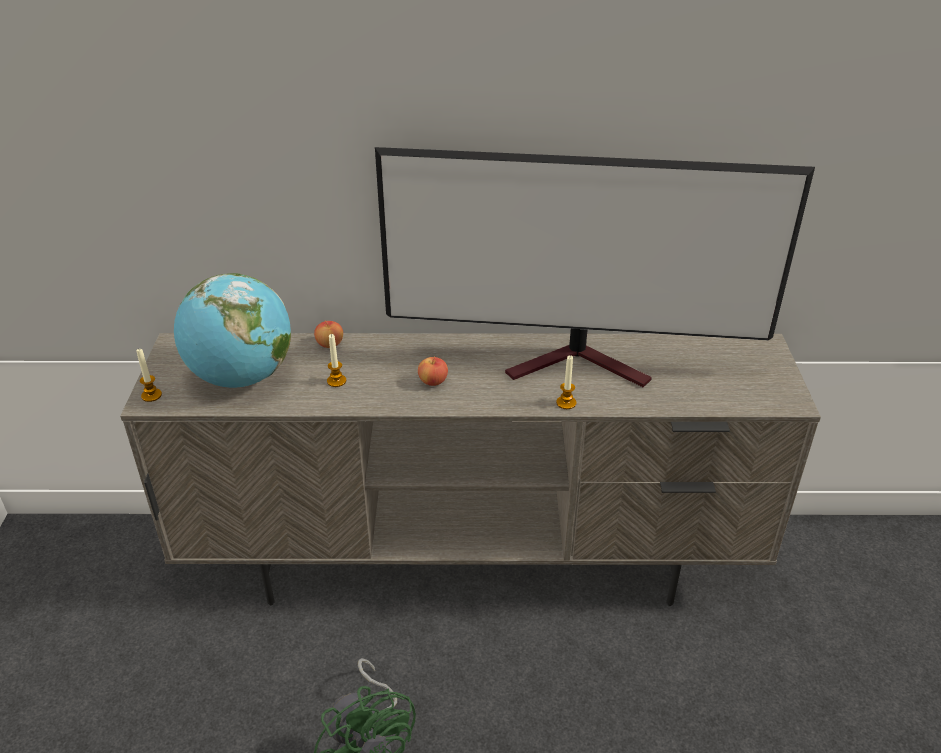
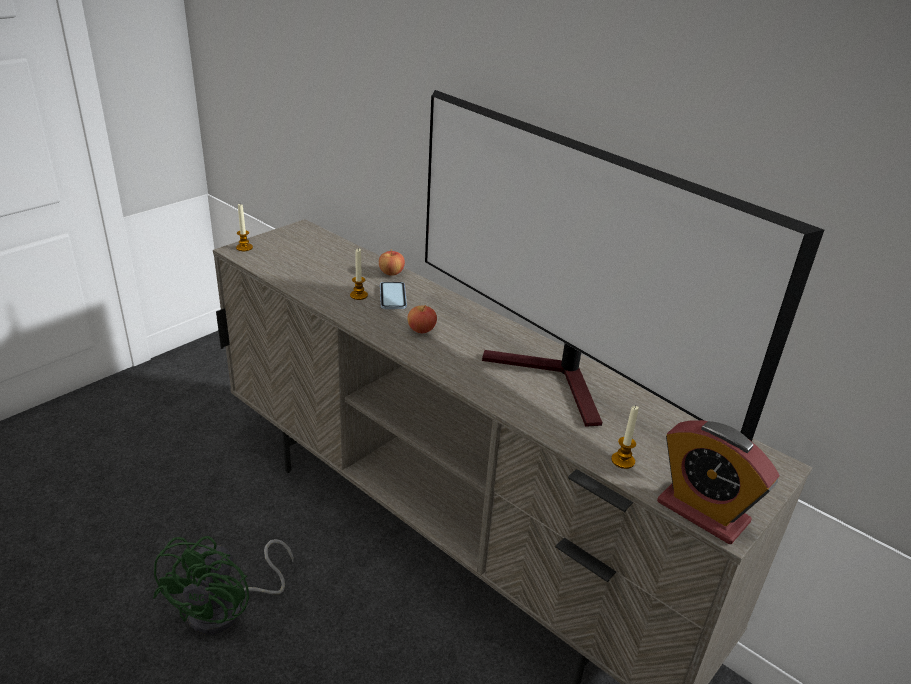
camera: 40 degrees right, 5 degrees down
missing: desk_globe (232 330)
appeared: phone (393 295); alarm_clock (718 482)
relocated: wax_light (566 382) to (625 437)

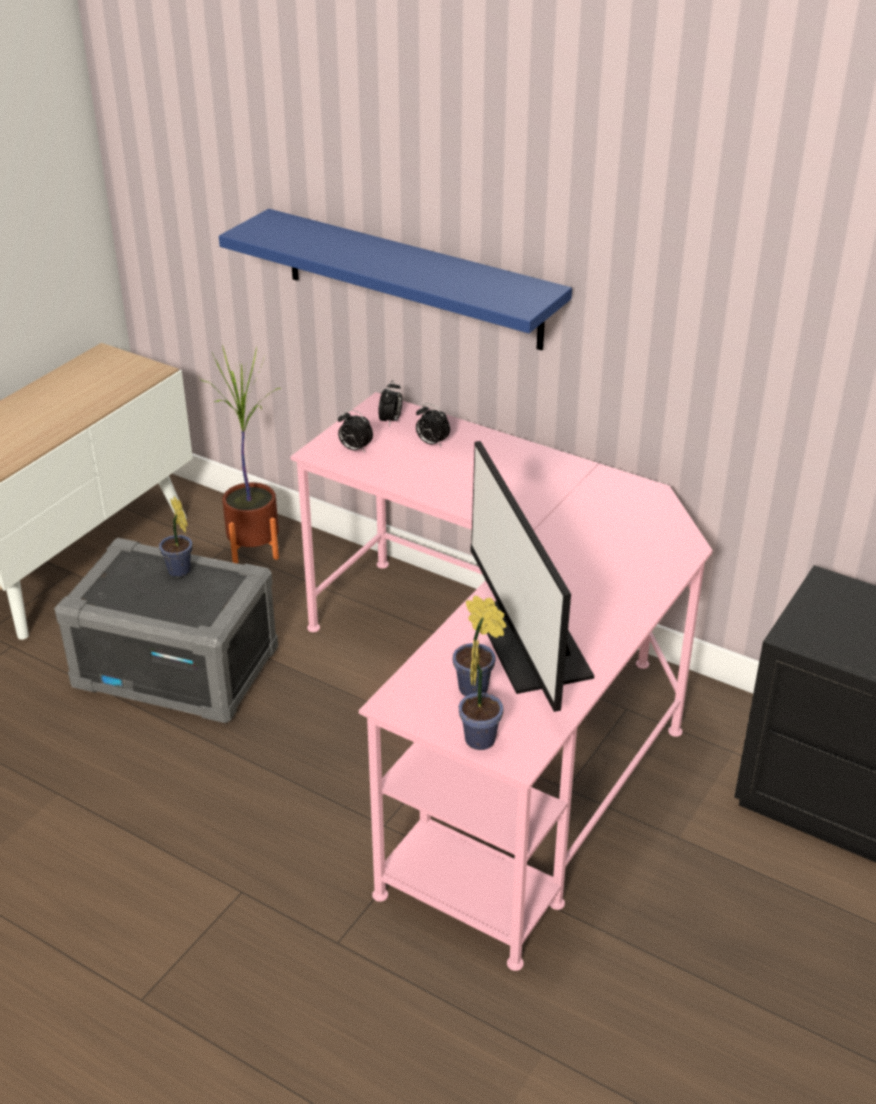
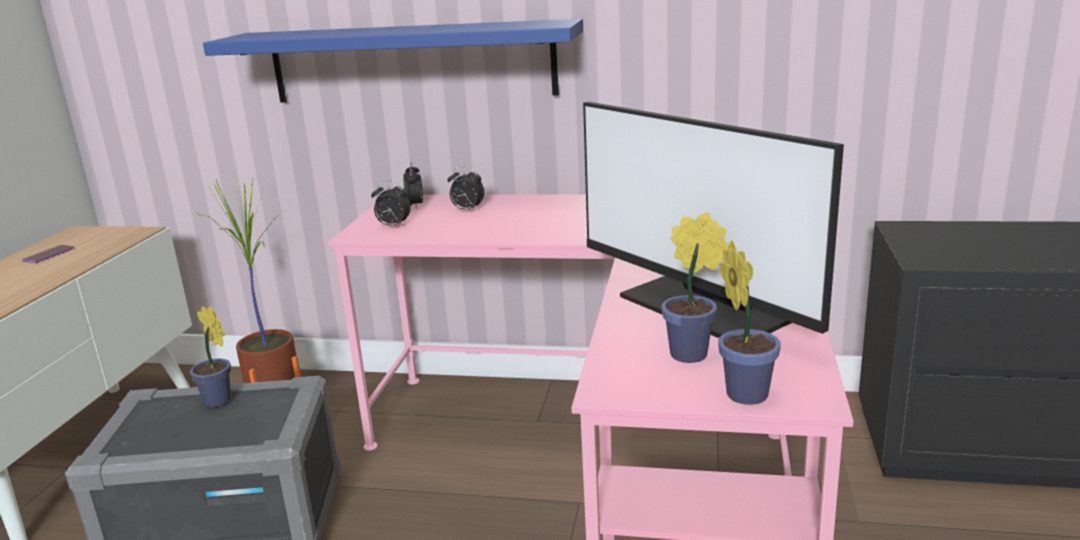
camera: 20 degrees left, 15 degrees down
appeared: phone (48 254)

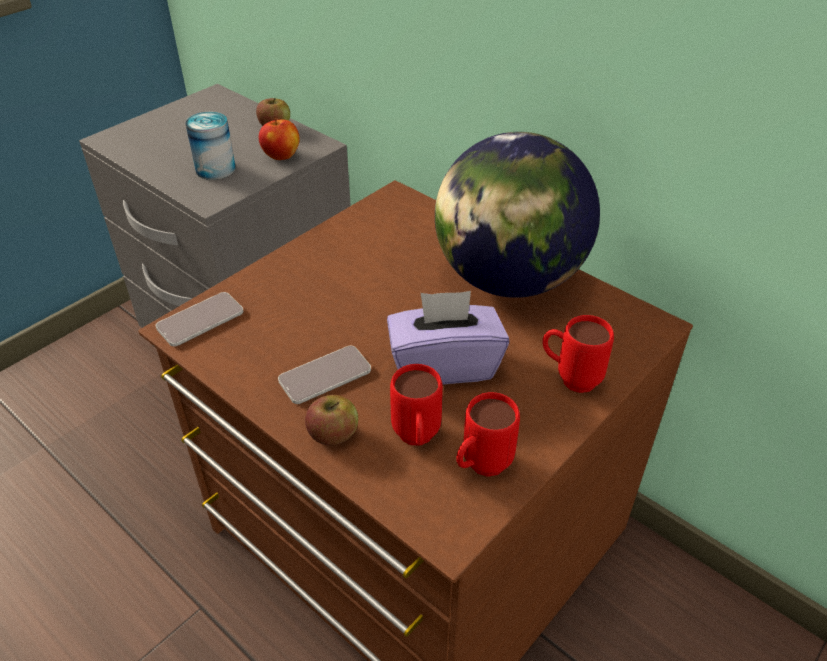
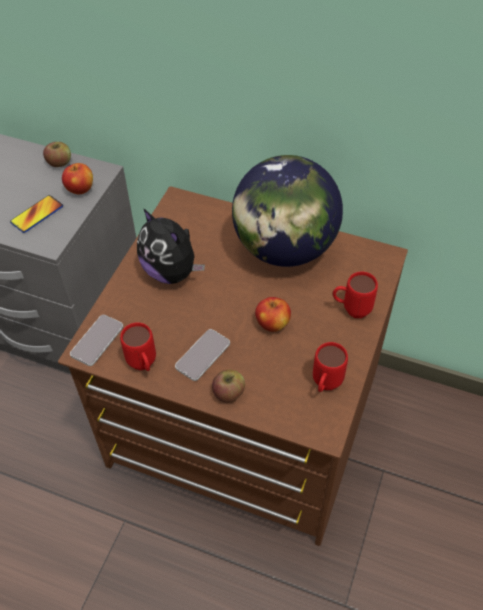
camera: 20 degrees left, 10 degrees up
appeared: soft_toy (171 246)
relocated: red_tea_mug (416 405) to (138 346)
exchanged: metal_can (210 146) to phone (36 214); purple-coloured_tissue_holder (448 338) to apple_fruit (273 314)

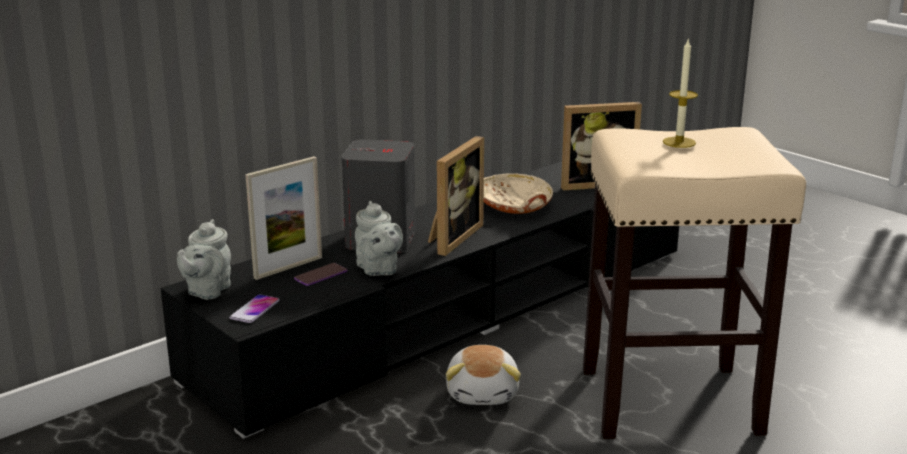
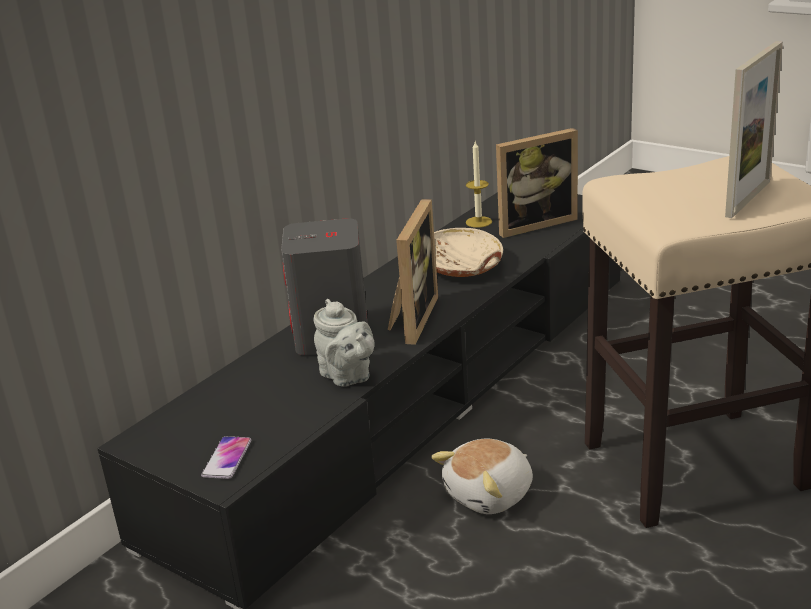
camera: 10 degrees left, 5 degrees up
missing: gray_teapot (204 259); phone (320 274)
relocated: photo_frame (283 218) to (754 129); wax_light (680 94) to (479 185)
spun: soft_toy (483 375) = (482 476) 60 degrees clockwise

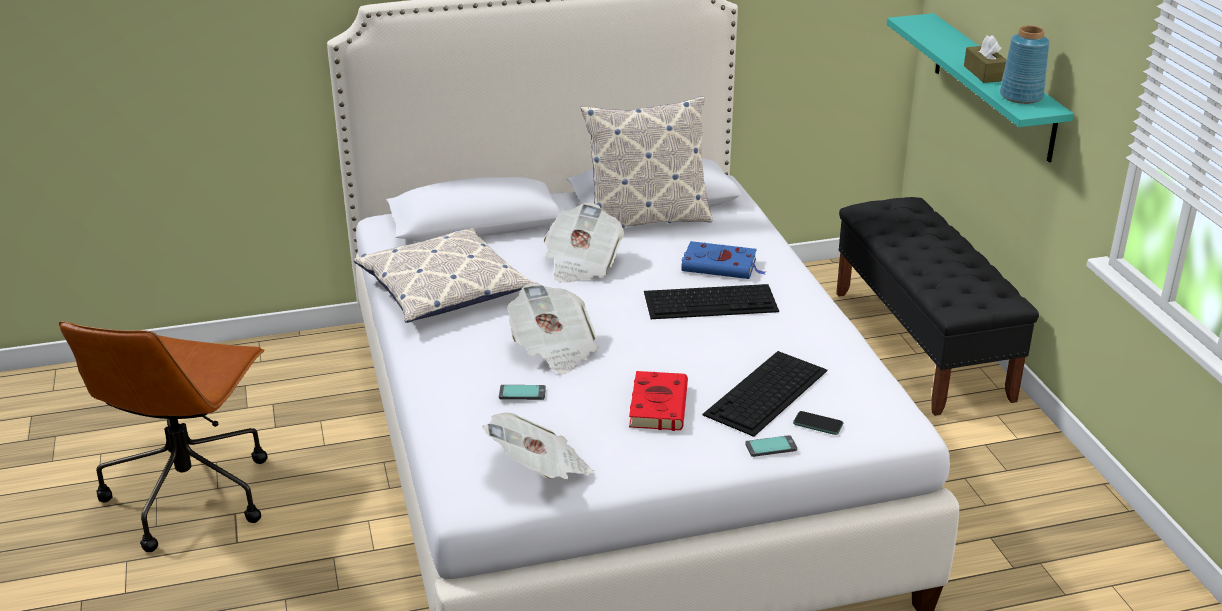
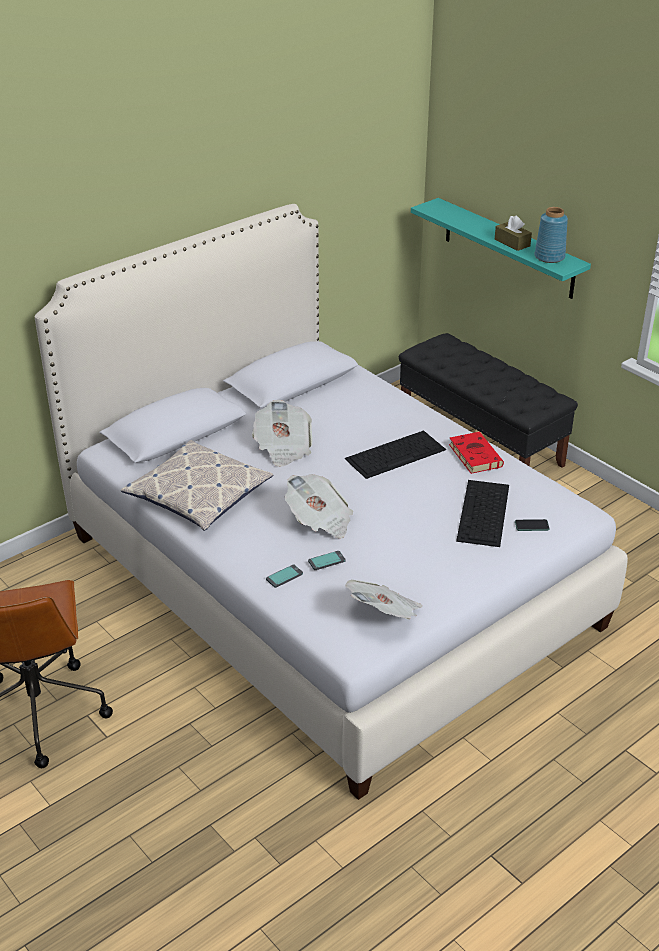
camera: 25 degrees left, 5 degrees up
missing: cushion (646 162); blue-coloured_book (723 260)
relocated: red_book (658 401) to (476 453); phone (771 446) to (284 576)

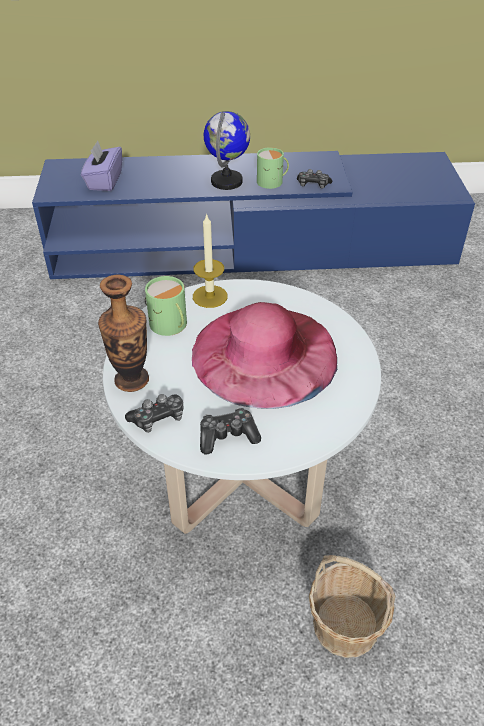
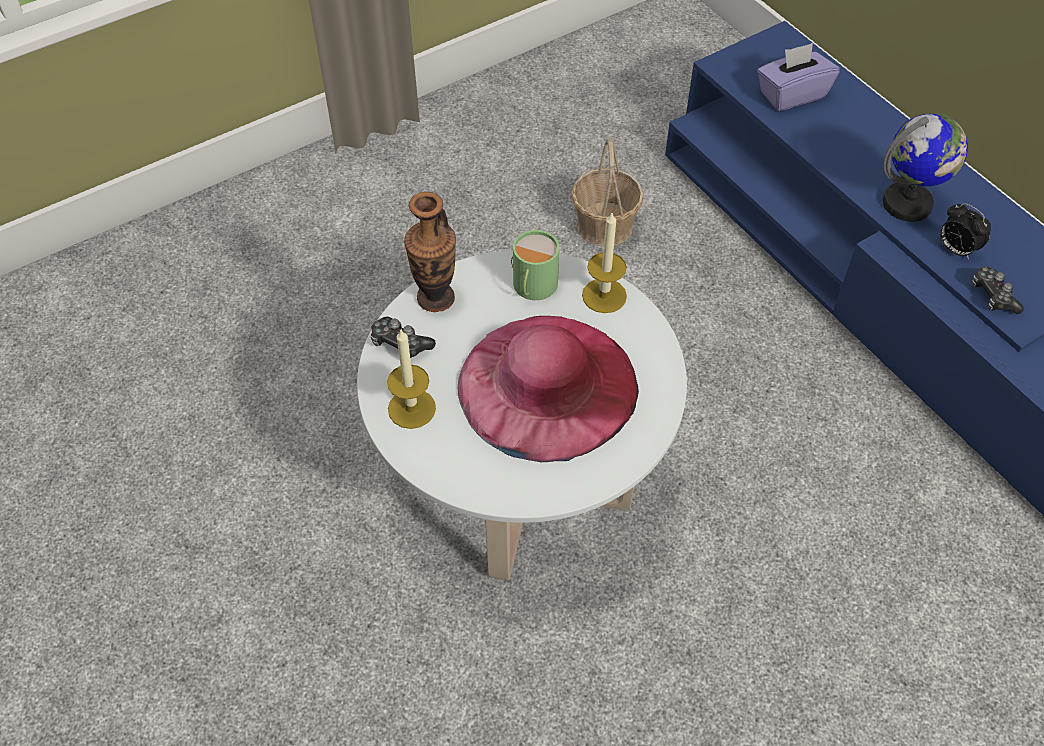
camera: 60 degrees right, 10 degrees up
relocated: storage_basket (352 606) to (607 193)
exchanged: gamepad (230 431) to wax_light (411 379); greenish_tea_mug (273 168) to alarm_clock (965 231)

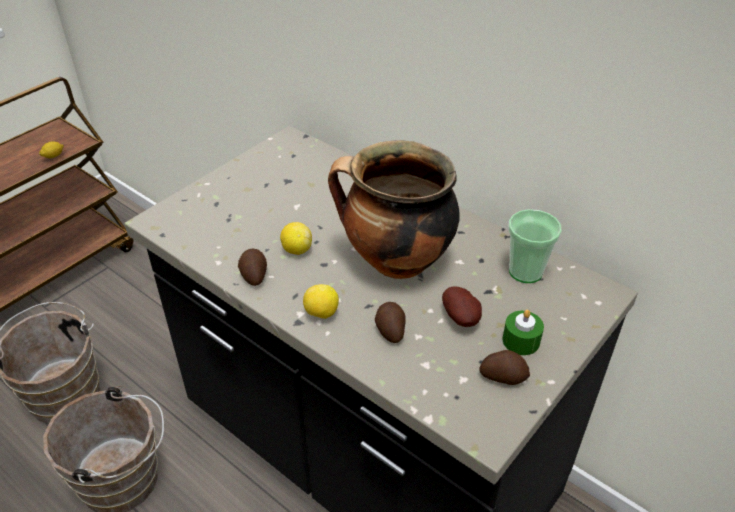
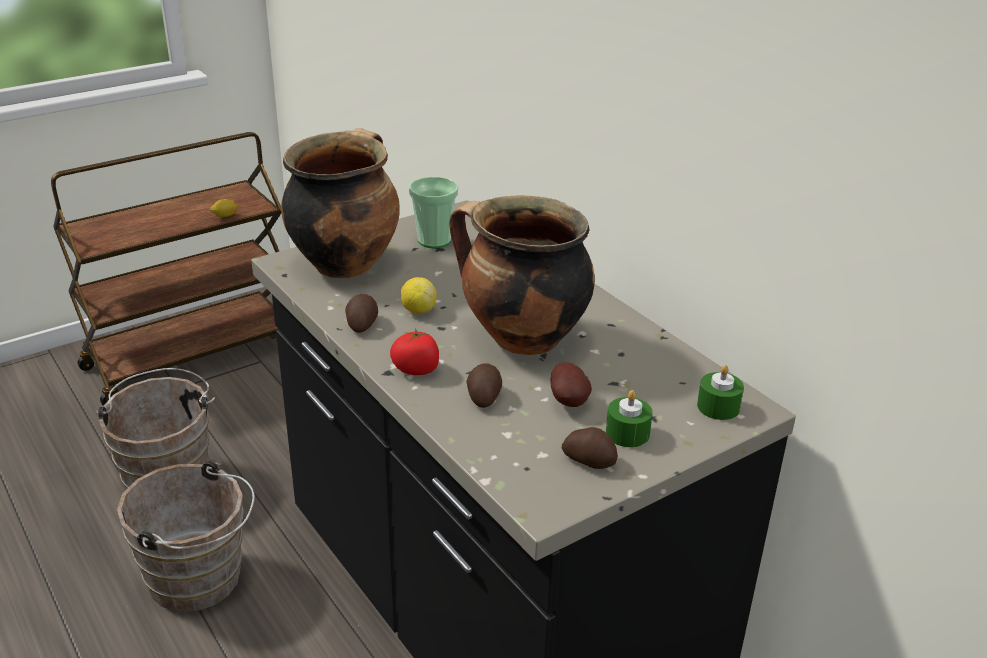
camera: 15 degrees right, 10 degrees down
appeared: stockpot (340 203); greenish_wax_light (720 392)
relocated: drinking_cup (535 246) to (433 212)
exchanged: citrus_fruit (321 301) to fresh_tomato (414 351)

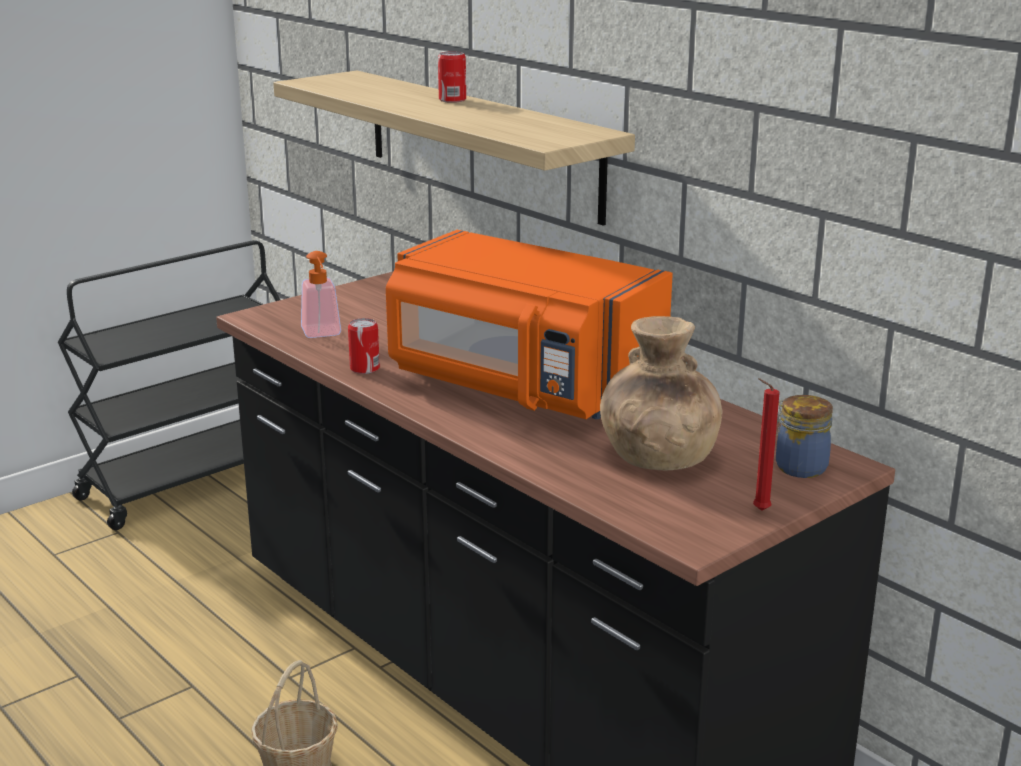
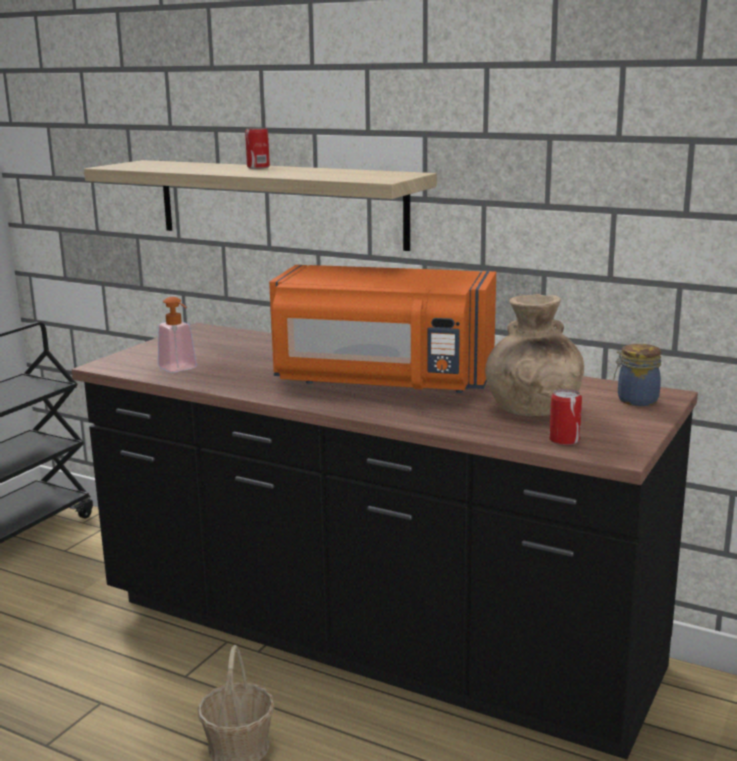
camera: 20 degrees left, 5 degrees down
missing: red_wax_light (766 444)
relocated: metal_can (364 346) to (565 417)

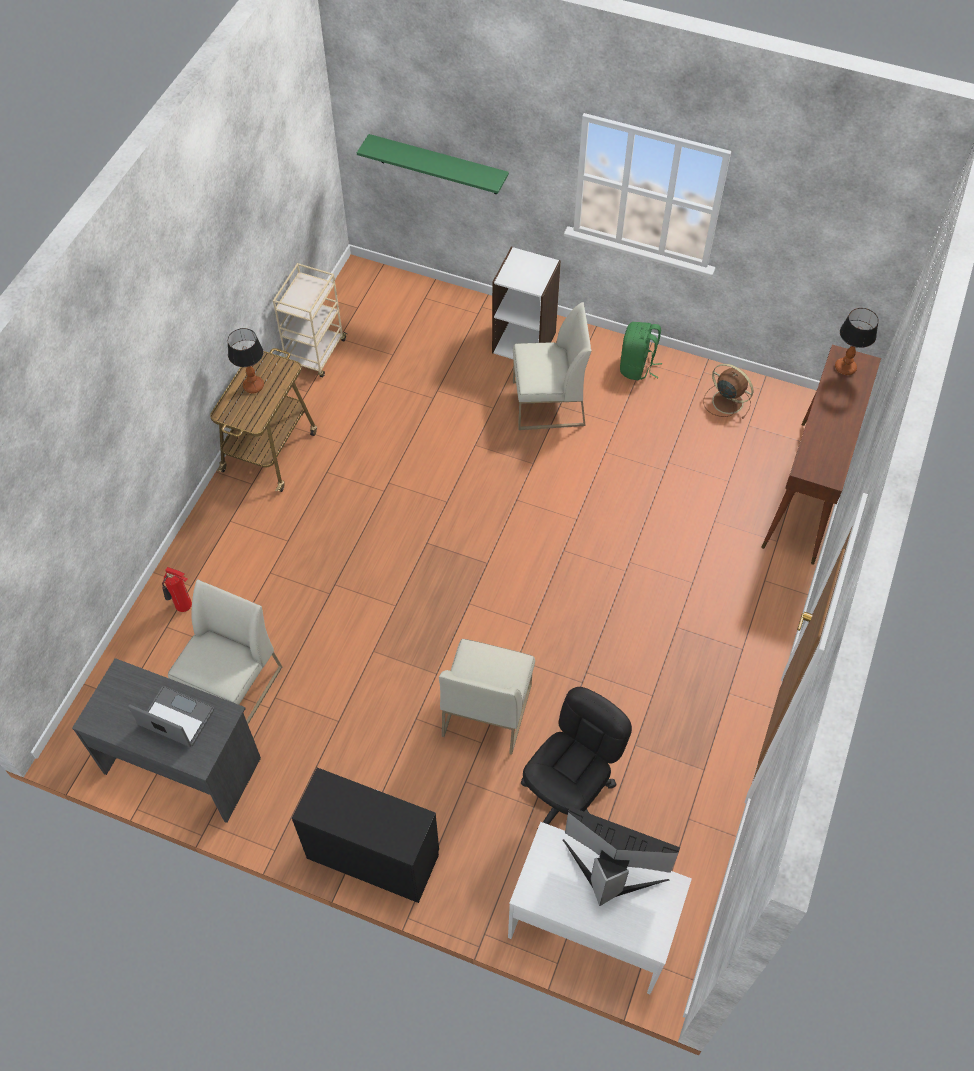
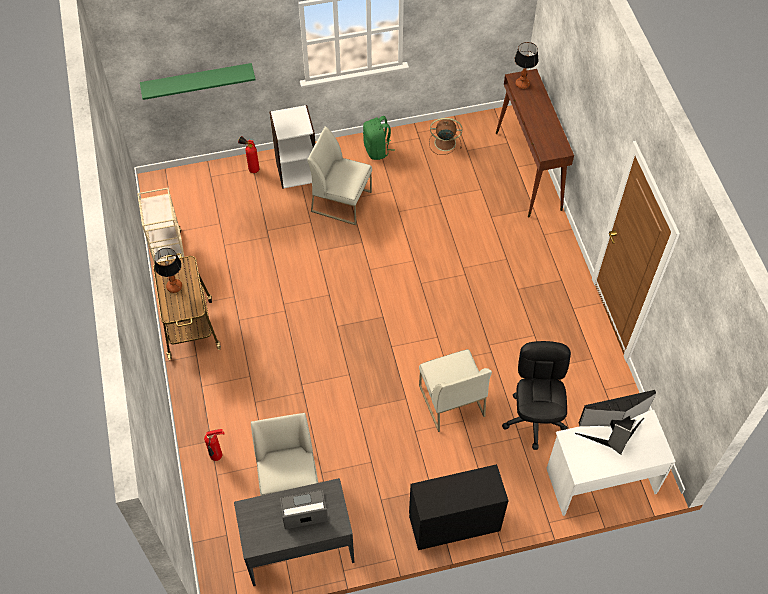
camera: 35 degrees left, 0 degrees up
appeared: extinguisher (248 154)
spun: whitish_chair (552 366) = (339 175) 120 degrees counterclockwise

